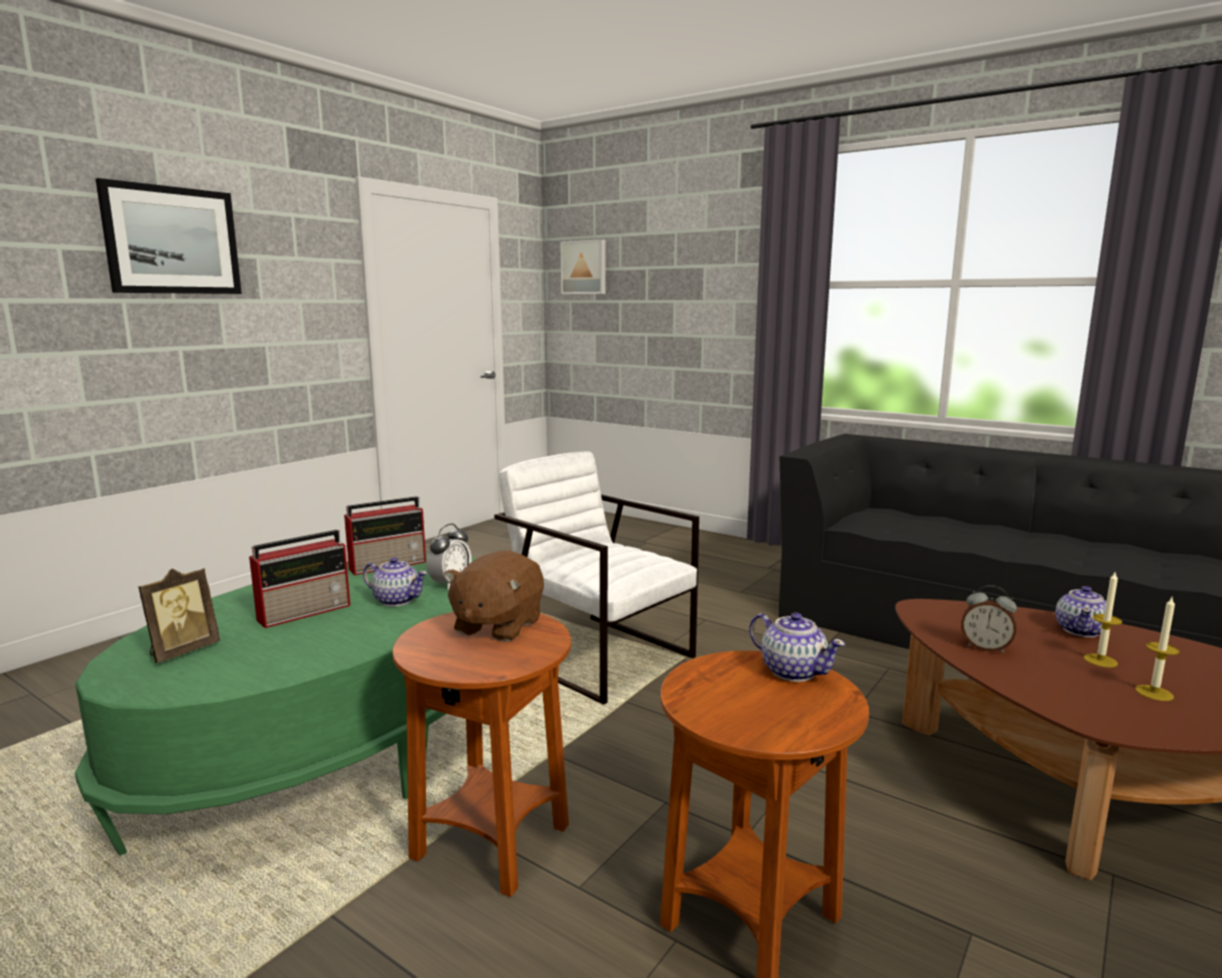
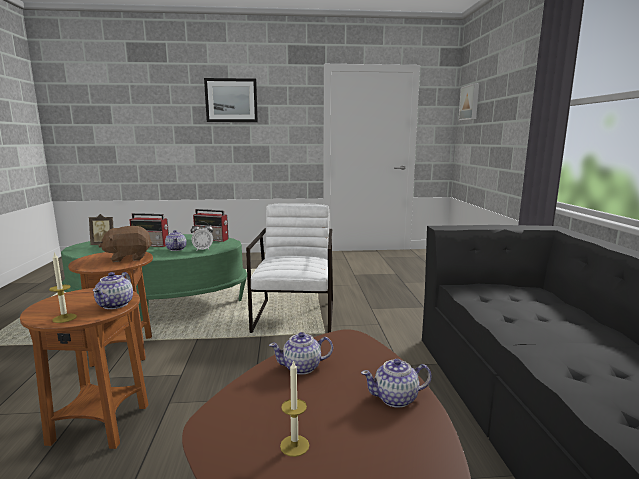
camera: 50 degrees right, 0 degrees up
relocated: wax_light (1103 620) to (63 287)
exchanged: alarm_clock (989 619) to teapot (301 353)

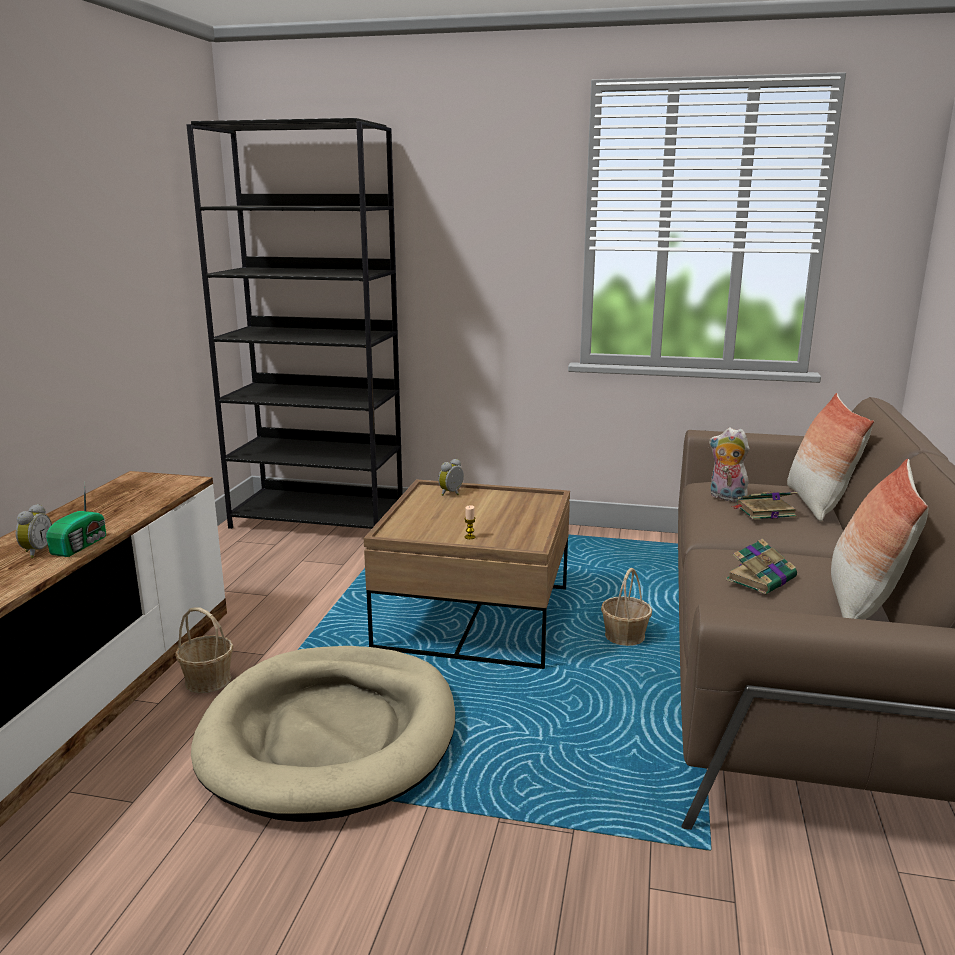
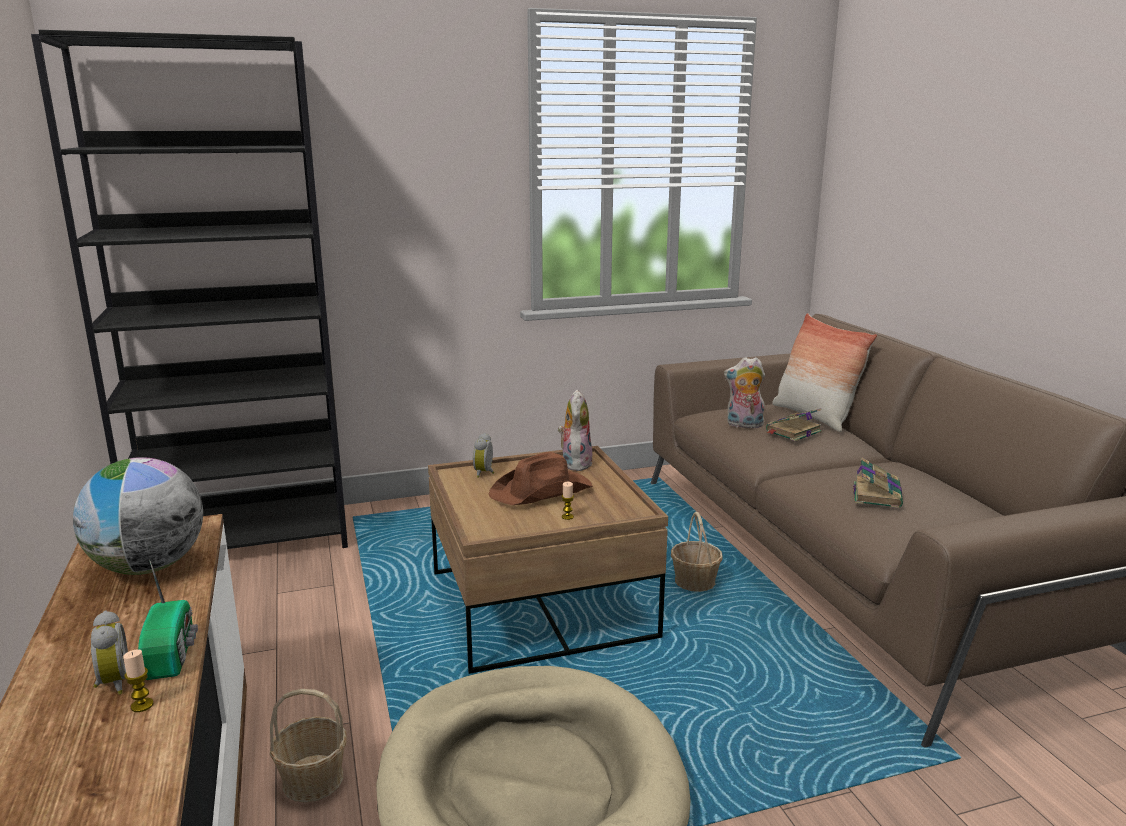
camera: 30 degrees left, 0 degrees up
missing: cushion (879 539)
appeared: desk_globe (138 516); wax_light (138 680); brown-coloured_hat (541 478); soft_toy (575 430)

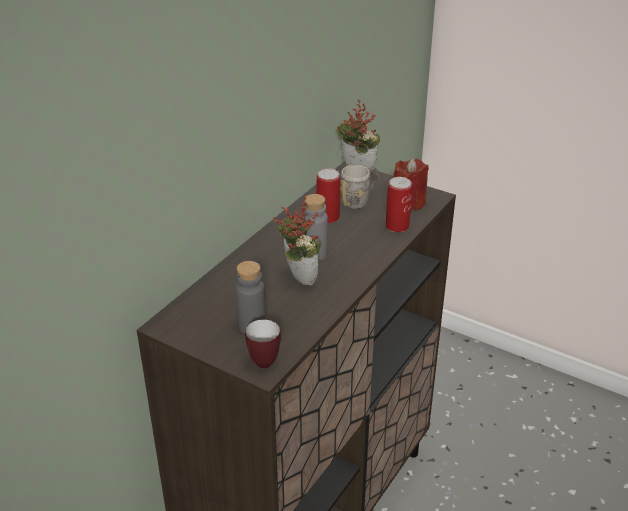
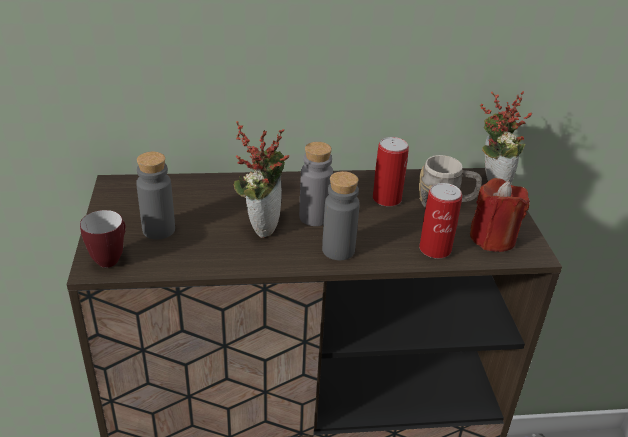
camera: 50 degrees right, 0 degrees up
appeared: gray_beverage_bottle (341 215)

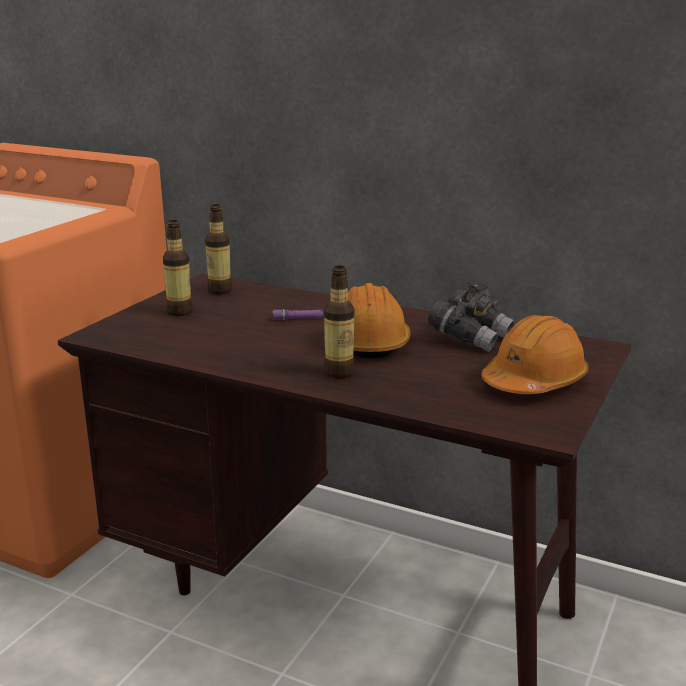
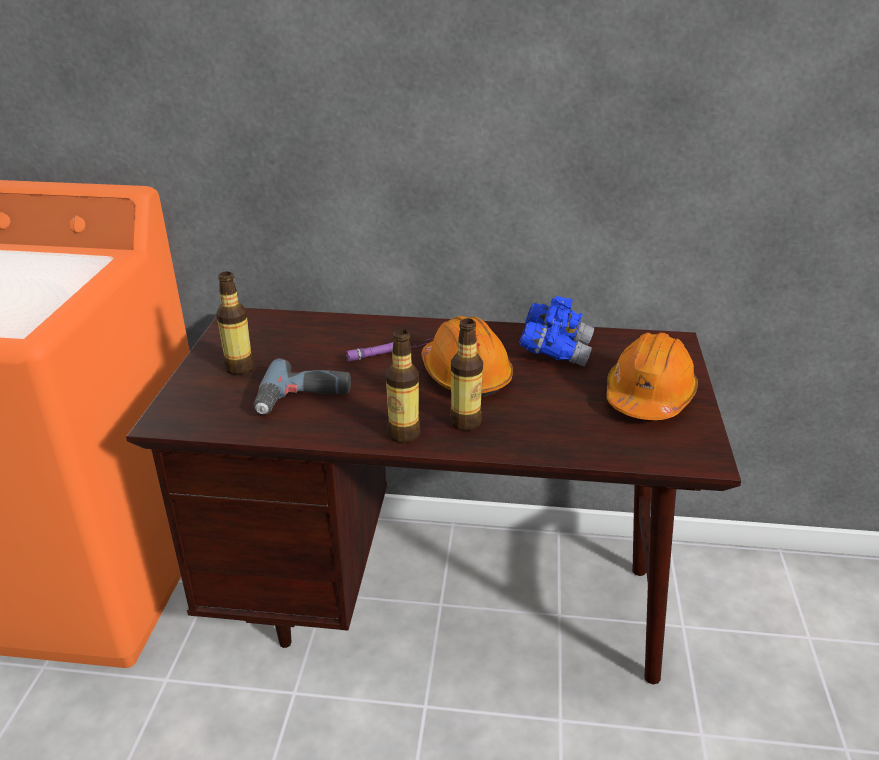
camera: 20 degrees left, 10 degrees up
appeared: drill (302 386)
relocated: beverage_bottle (218 249) to (403 386)
colour: gray_pair_of_binoculars (471 316) to blue-coloured_pair_of_binoculars (556 331)

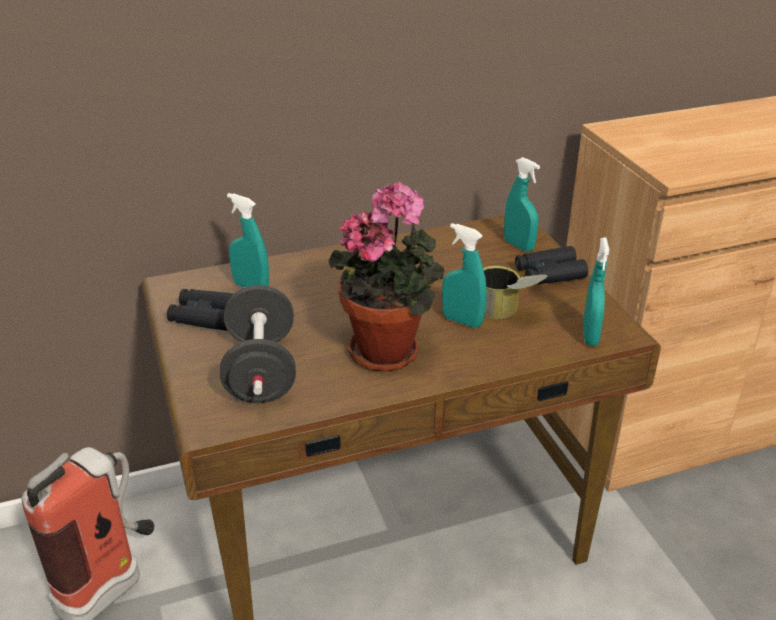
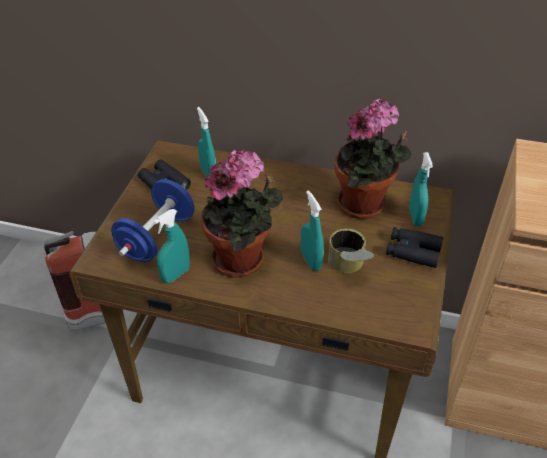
camera: 35 degrees right, 10 degrees up
appeared: houseplant (373 159)
relocated: turquoise-coloured_sprayer (596 291) to (171 246)
colour: black_hand_weight (258 344) to blue-coloured_hand_weight (153 220)

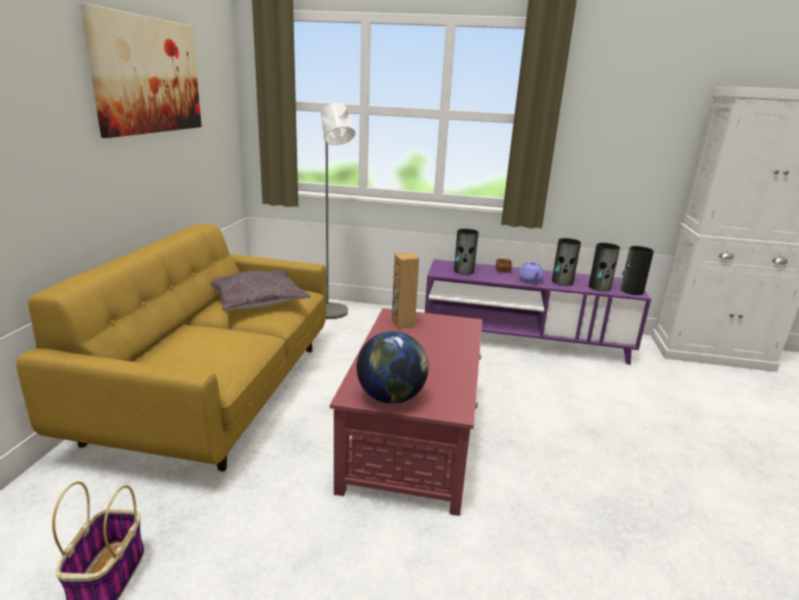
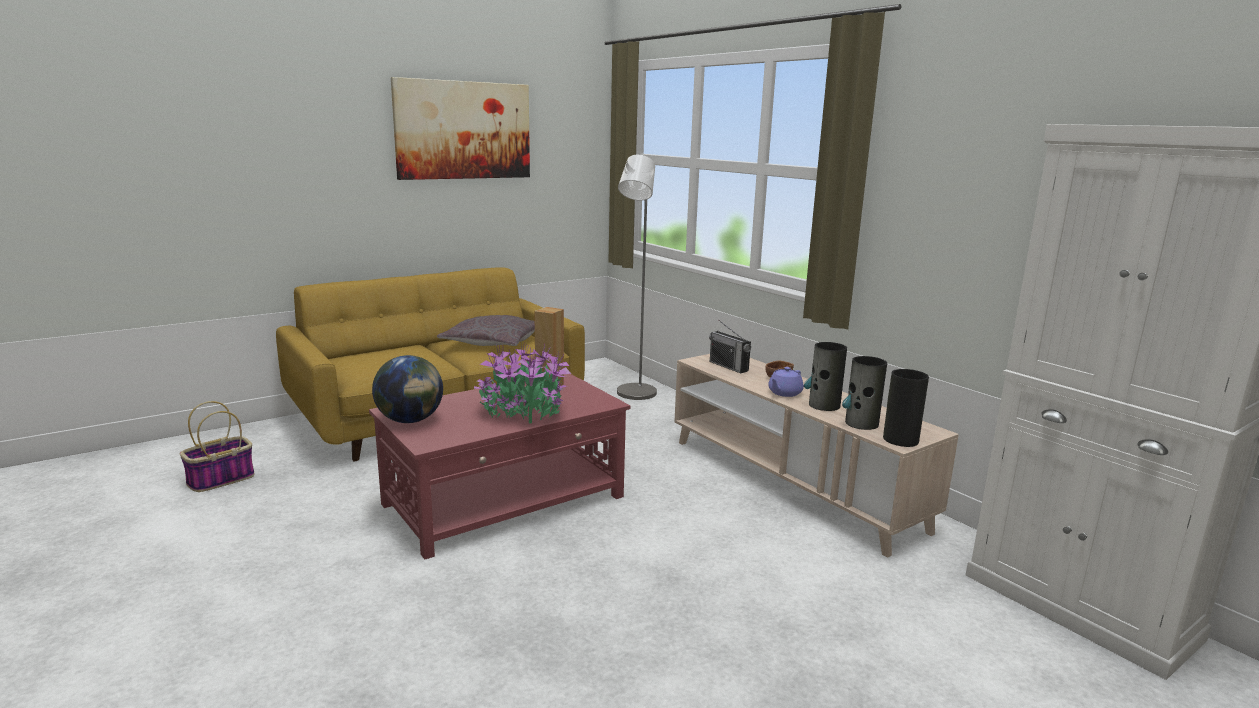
camera: 45 degrees right, 5 degrees down
appeared: houseplant (522 384)
exchanged: decorative_vase (466 252) to radio_set (730 346)
colour: purple-coloured_media_console (538 312) to sand-coloured_media_console (816 456)

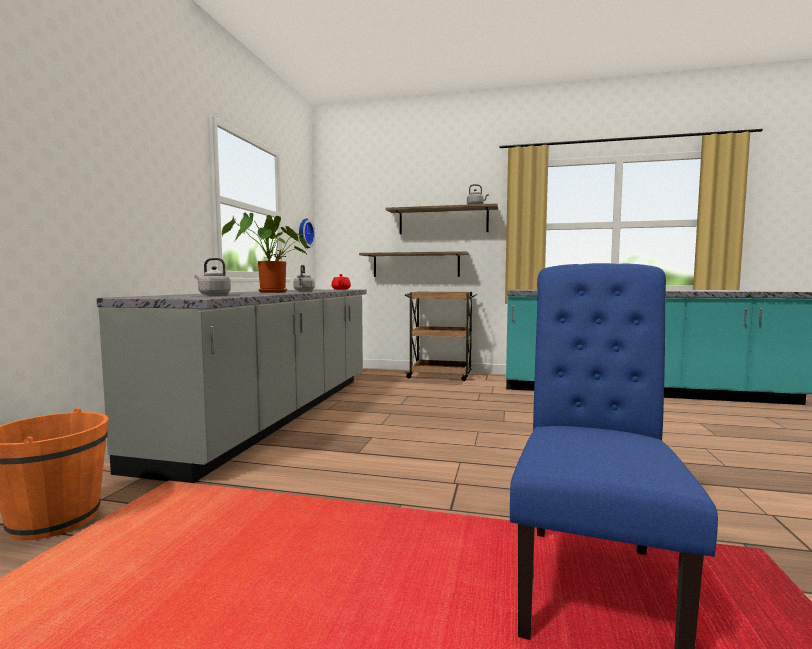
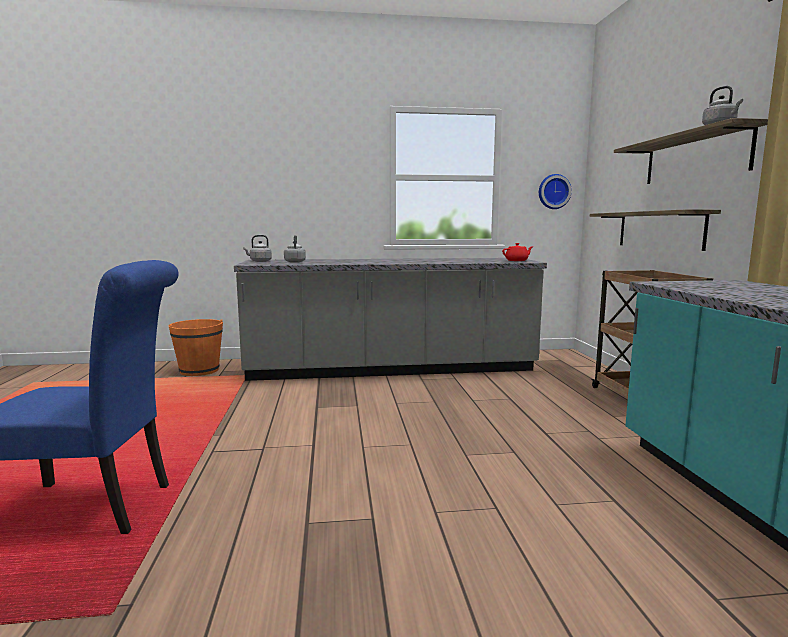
camera: 70 degrees right, 5 degrees up
missing: houseplant (265 253)
relocated: gray_water_kettle (304 278) to (257 248)

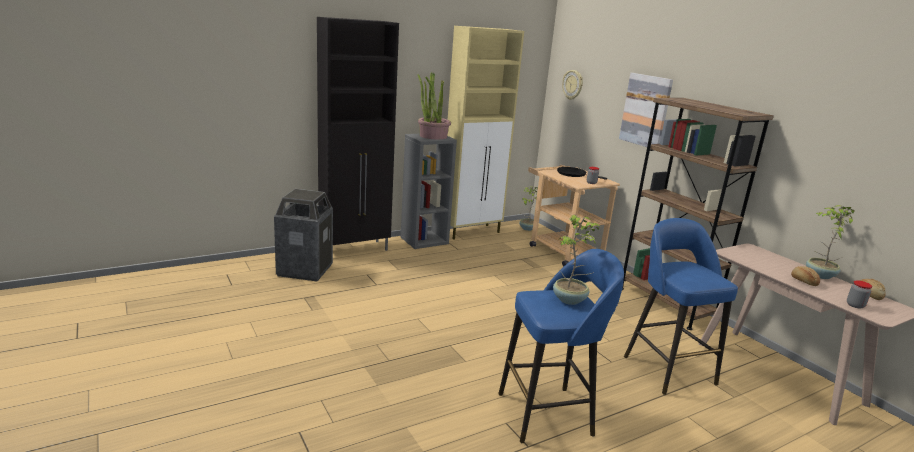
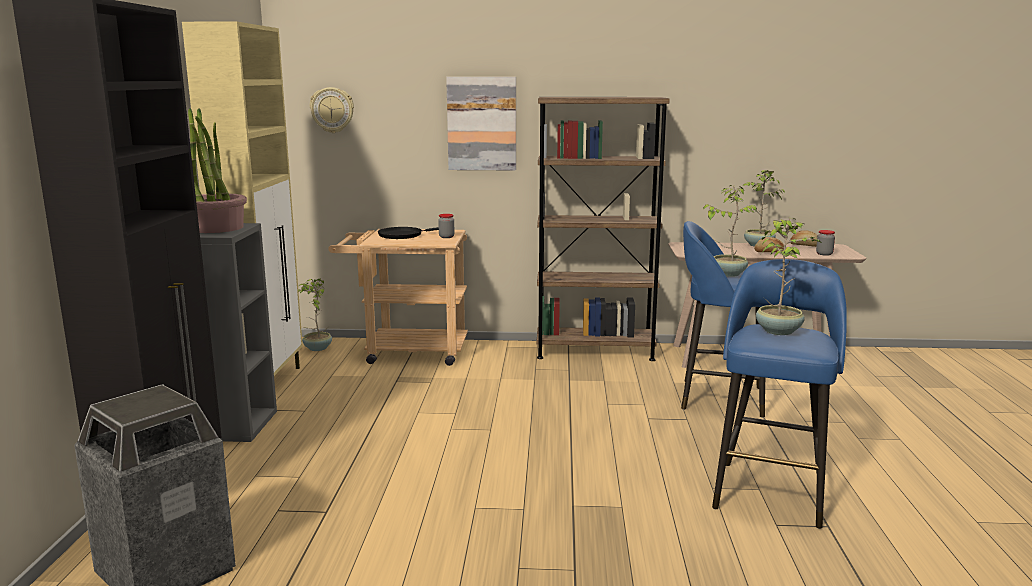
camera: 55 degrees left, 5 degrees down
appeared: houseplant (730 231)

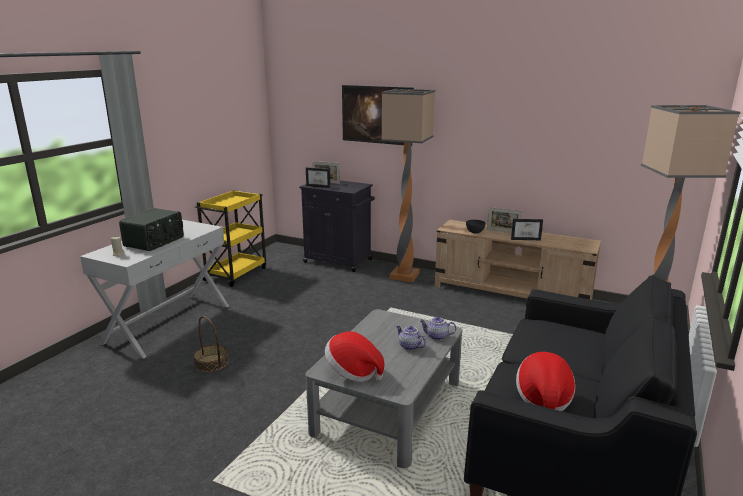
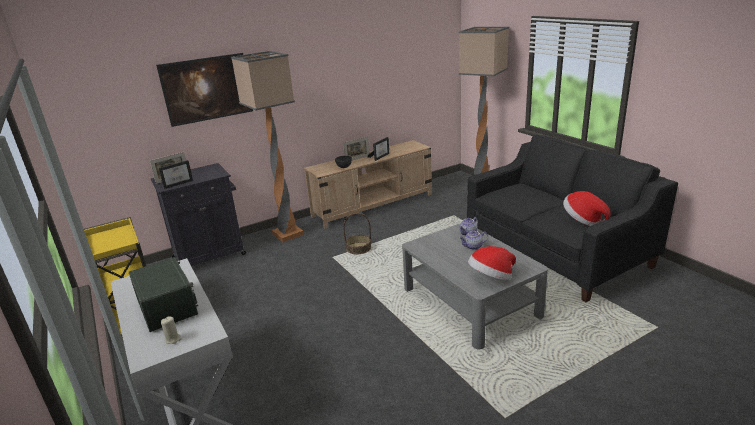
camera: 55 degrees left, 5 degrees up
relocated: storage_basket (211 344) to (357 233)

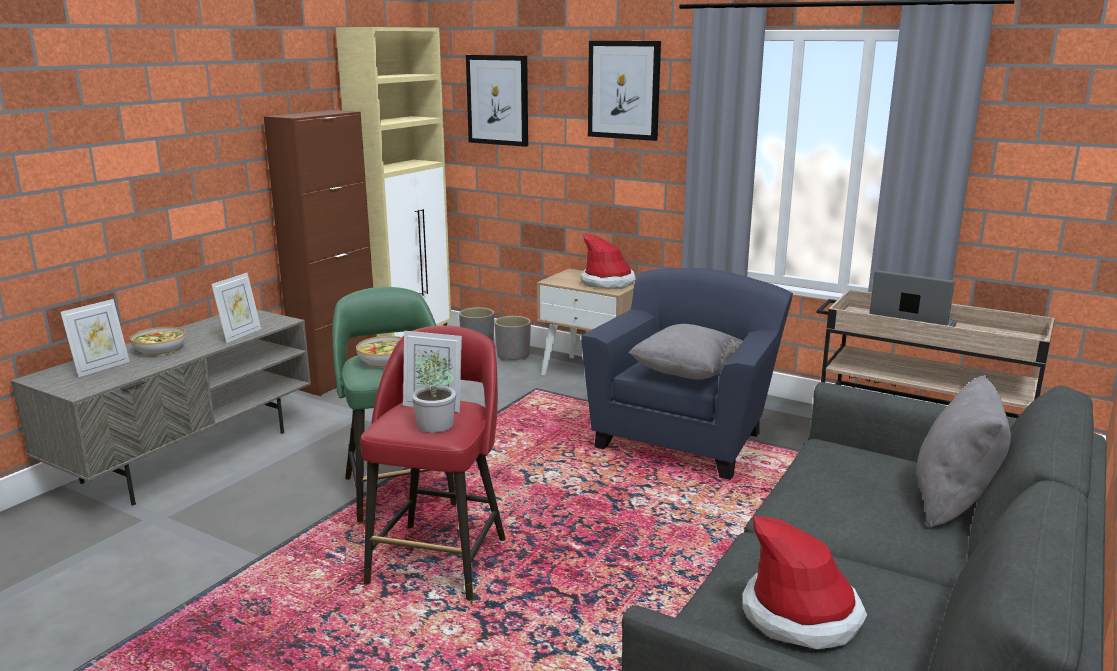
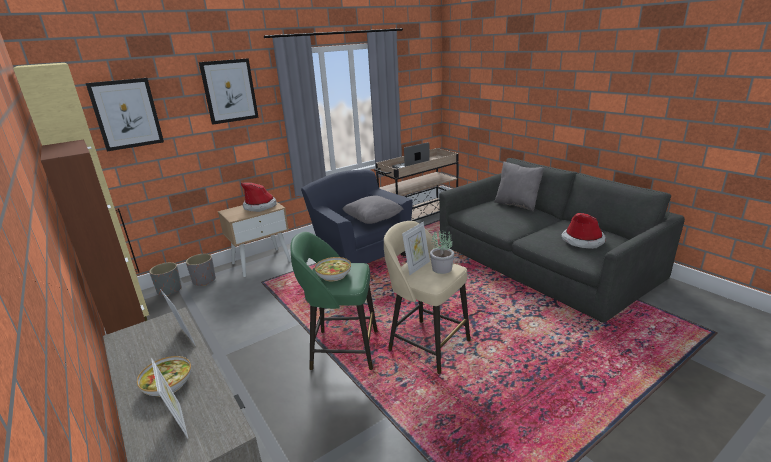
camera: 65 degrees left, 5 degrees up
colour: red_stool_seat (433 463) to sand-coloured_stool_seat (427 297)

